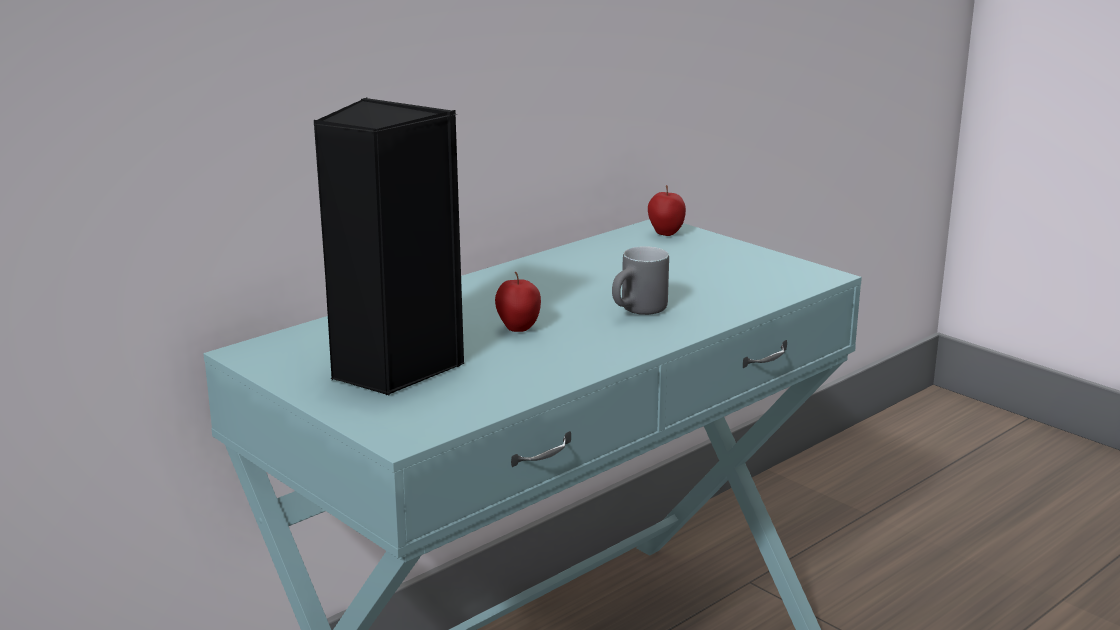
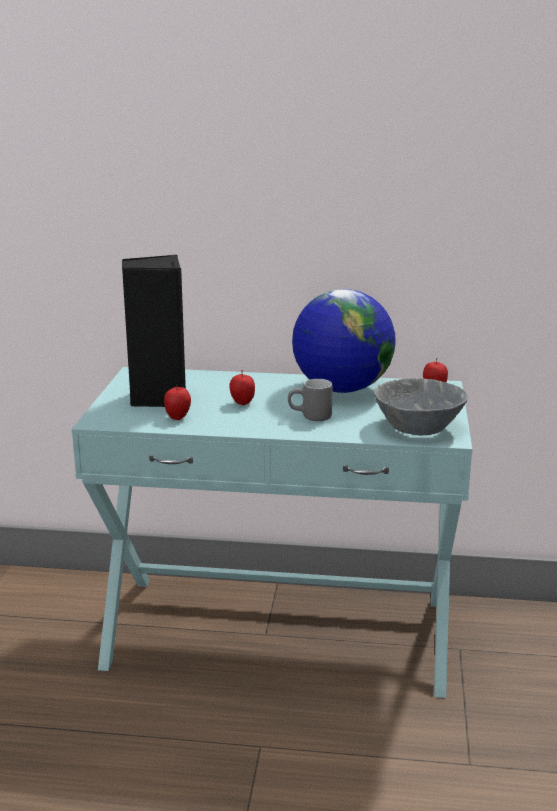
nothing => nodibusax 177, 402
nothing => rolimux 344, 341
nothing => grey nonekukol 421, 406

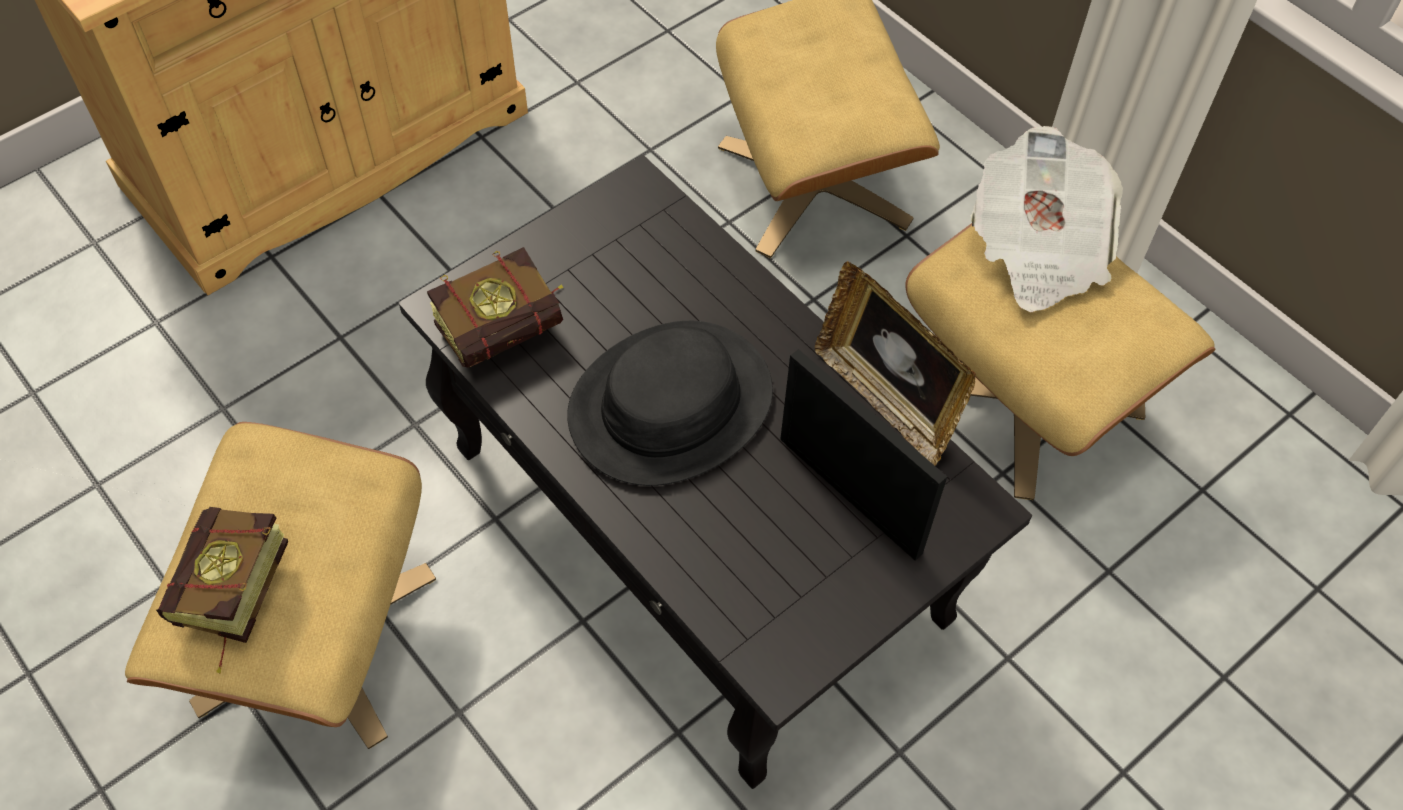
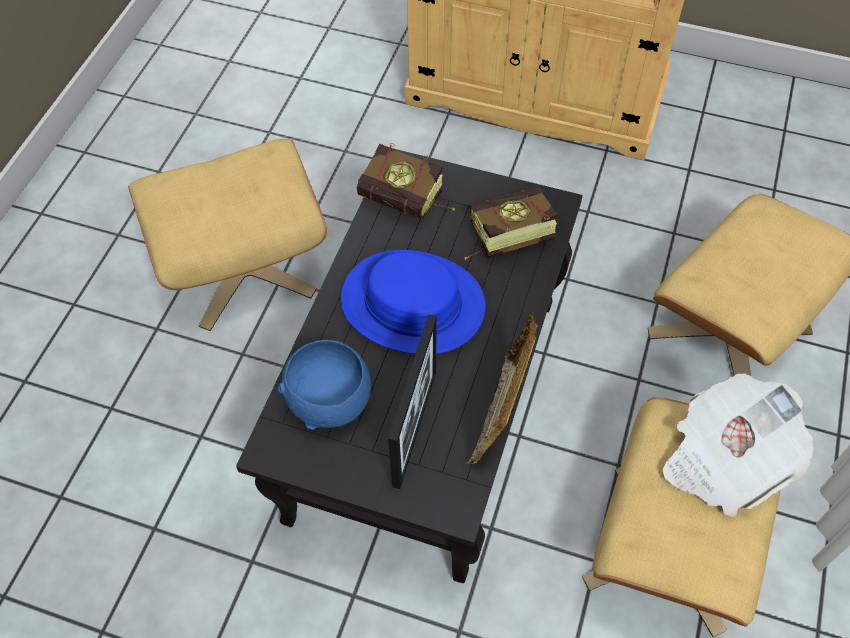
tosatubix 222, 590 => tosatubix 512, 223, shifted
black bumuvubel 670, 403 => blue bumuvubel 413, 302
nothing => blue nonekukol 324, 385

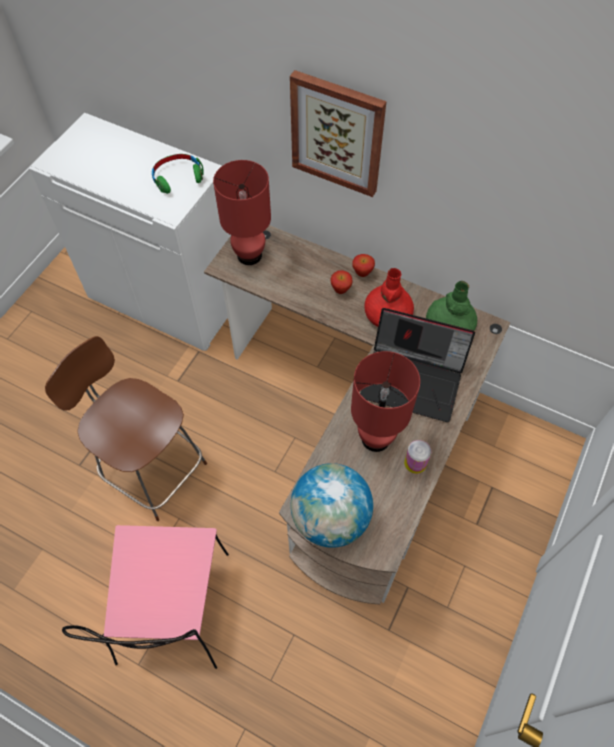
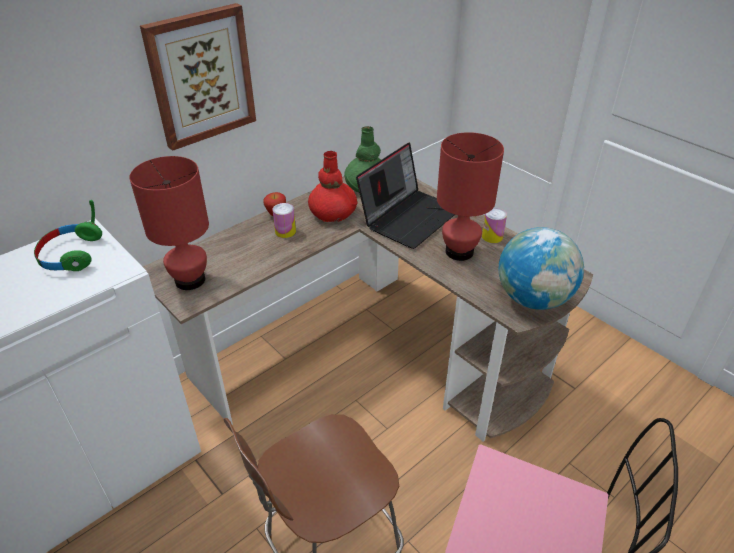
nodibusax 341, 282 => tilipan 284, 220

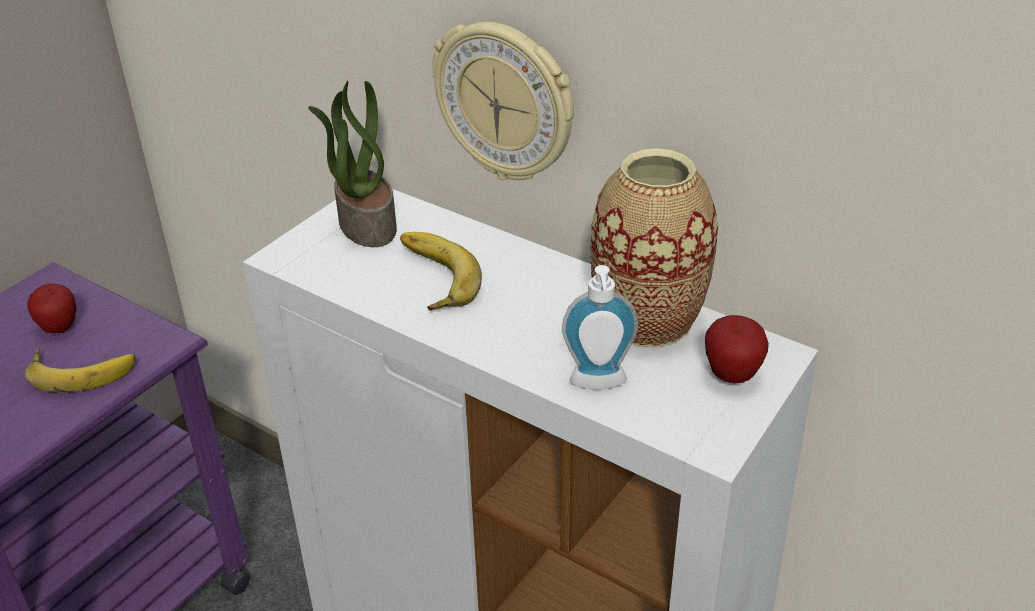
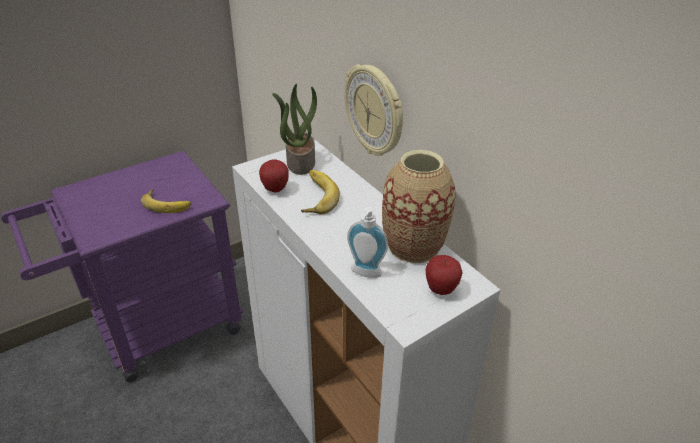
nodibusax 52, 308 => nodibusax 274, 176, shifted

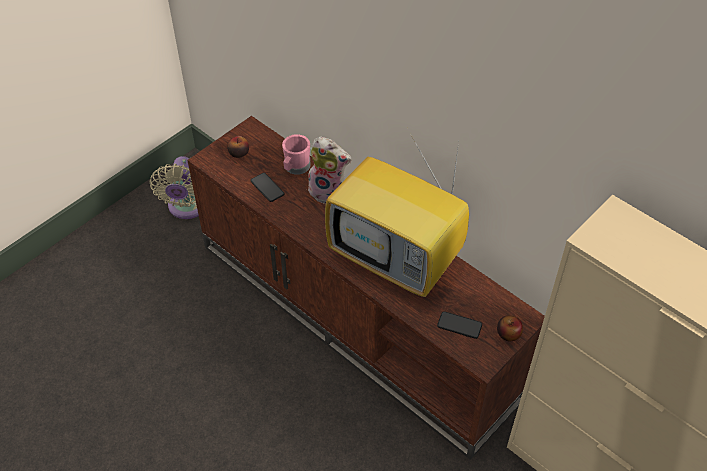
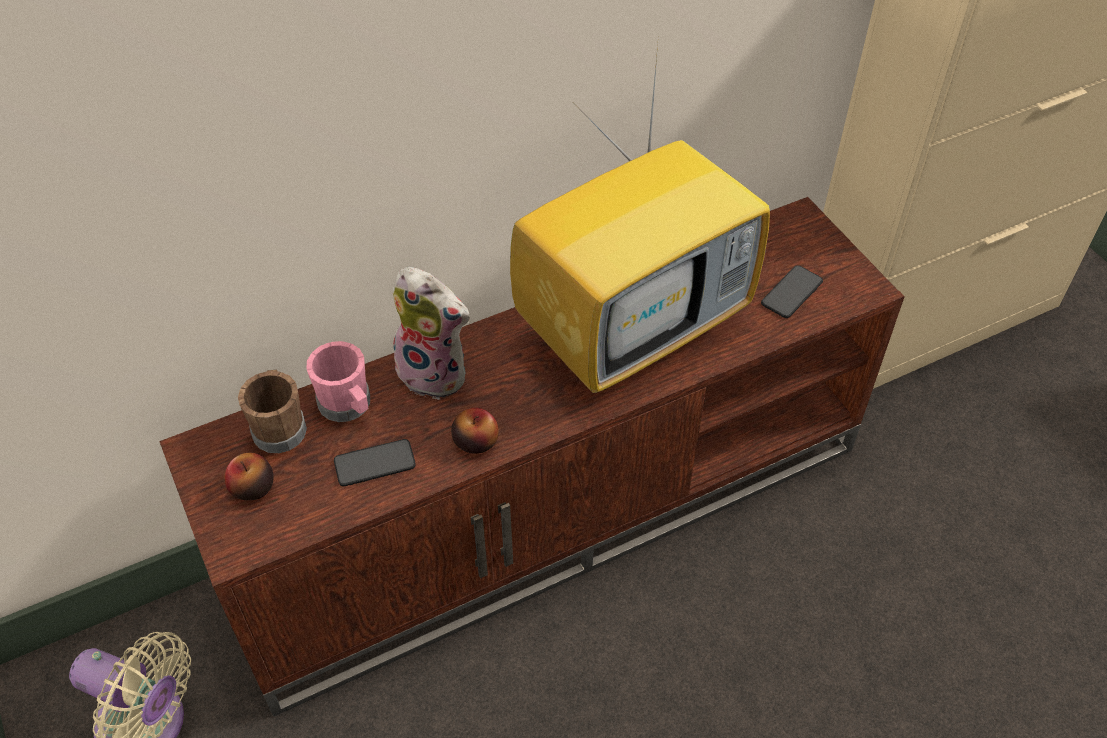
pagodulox 329, 170 => pagodulox 431, 333, 75 degrees clockwise
nodibusax 510, 328 => nodibusax 475, 431, shifted
nothing => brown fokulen 272, 411

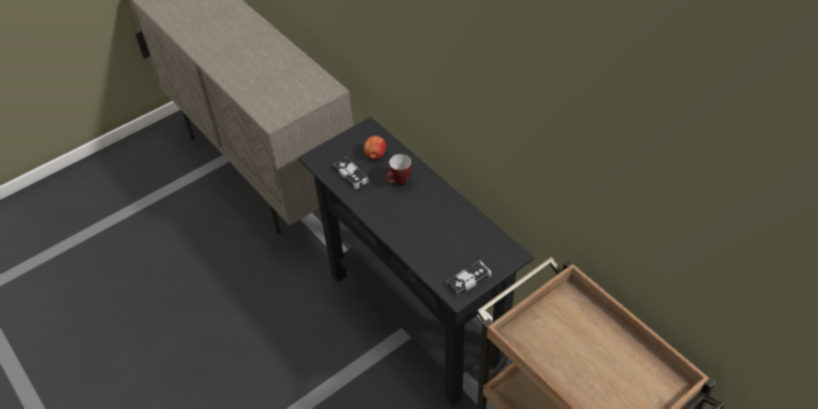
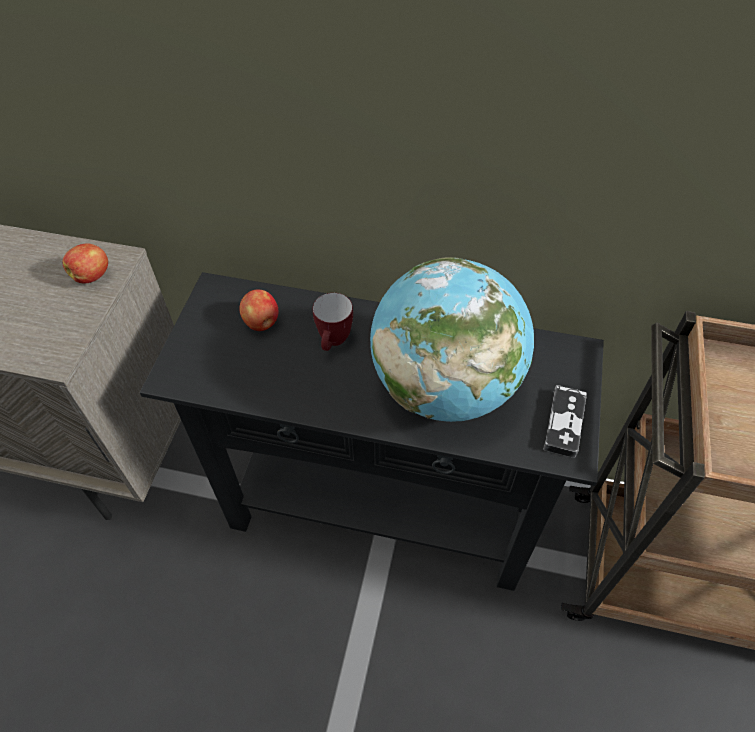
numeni 351, 173 => nothing
nothing => nodibusax 85, 264
nothing => rolimux 452, 339

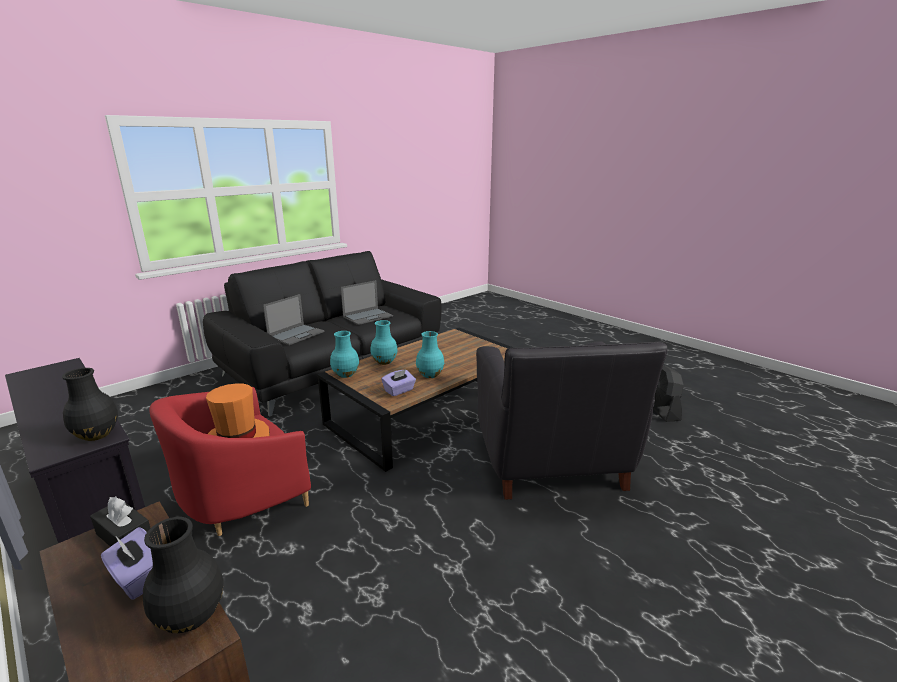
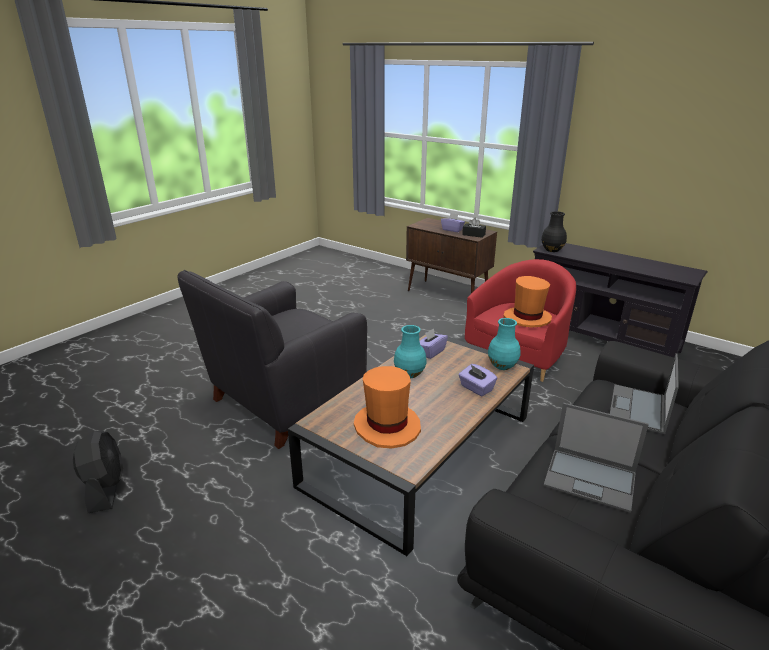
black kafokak 183, 575 => nothing
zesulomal 367, 302 => zesulomal 596, 458, 105 degrees counterclockwise
turquoise kafokak 384, 342 => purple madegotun 478, 380
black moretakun 572, 420 => black moretakun 272, 359, 120 degrees counterclockwise
nothing => orange bumuvubel 387, 407

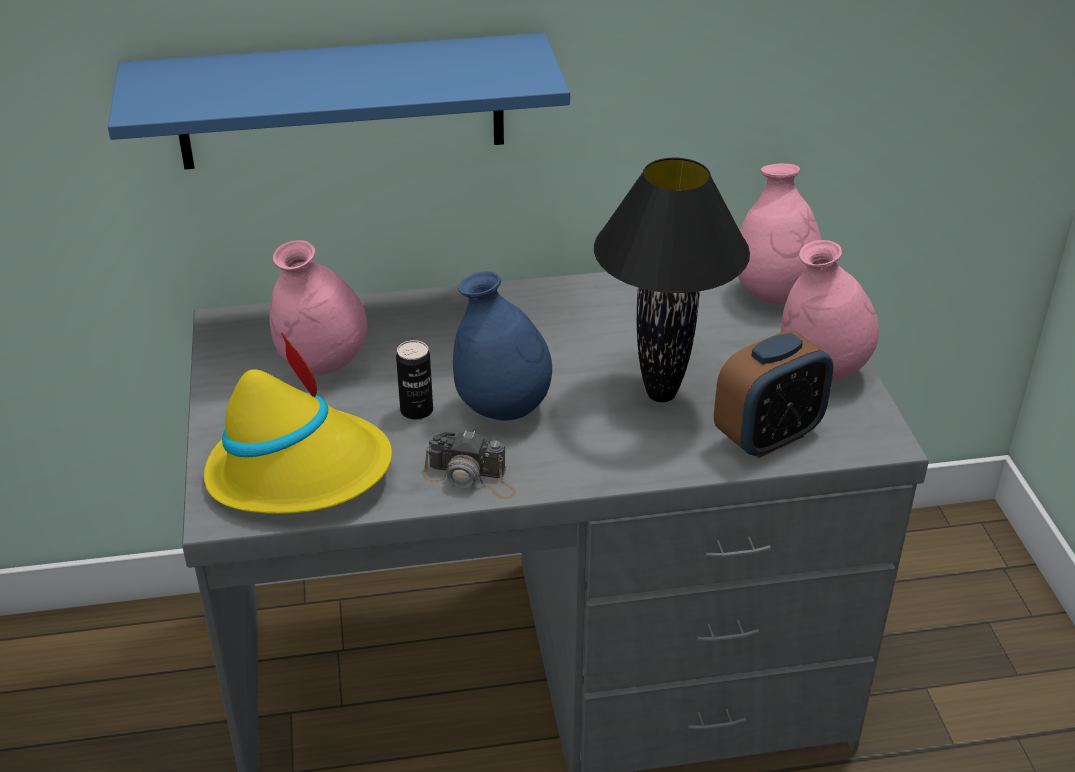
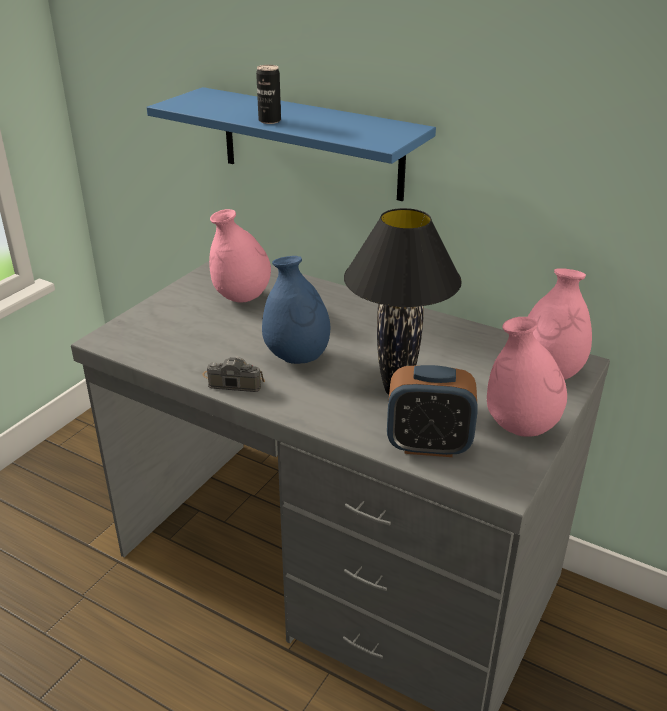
yellow bumuvubel 298, 422 => nothing
tilipan 414, 380 => tilipan 268, 94, shifted
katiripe 469, 464 => katiripe 233, 374, 135 degrees clockwise

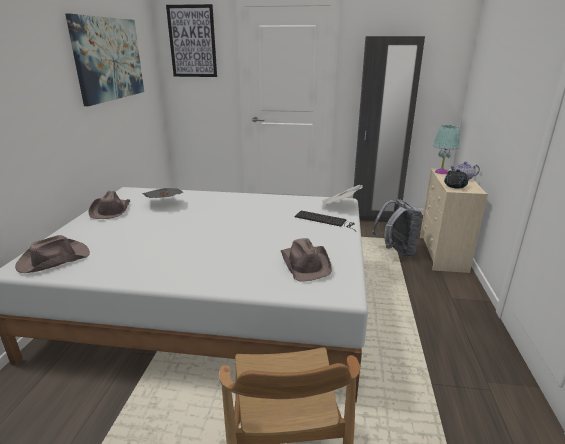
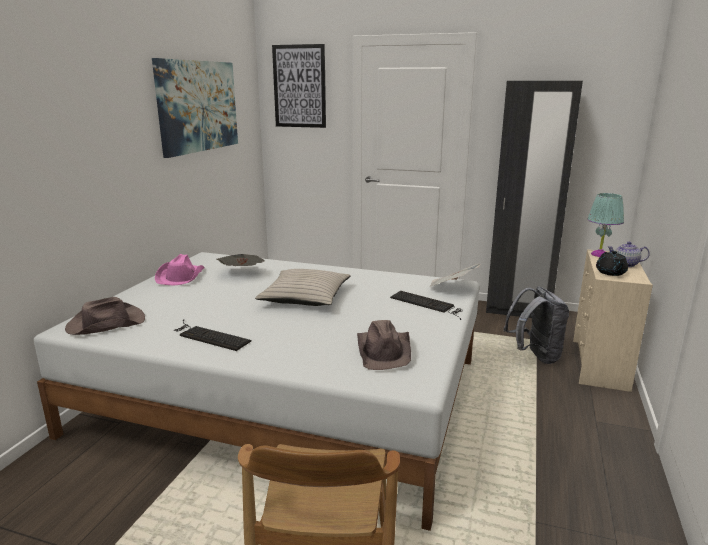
brown bumuvubel 109, 205 => pink bumuvubel 179, 269
nothing => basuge 212, 335
nothing => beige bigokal 303, 287

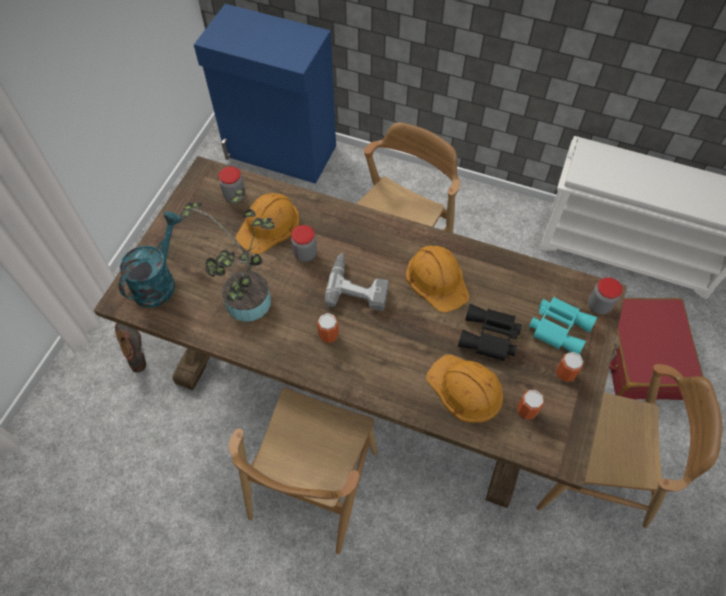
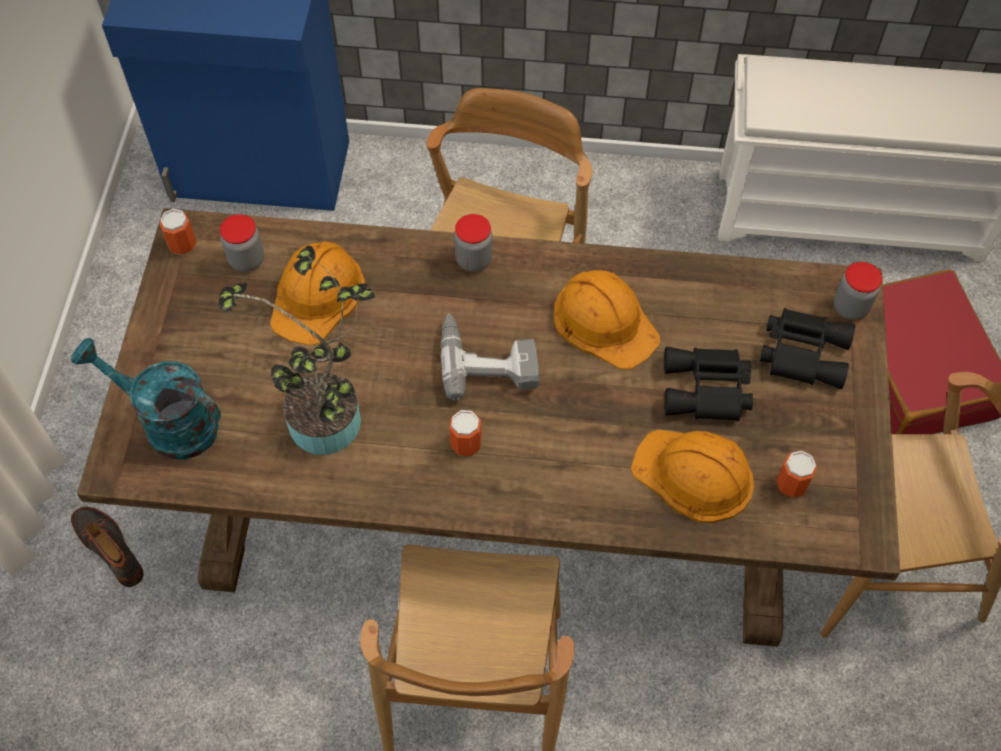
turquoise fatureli 150, 259 => turquoise fatureli 146, 399, 75 degrees counterclockwise
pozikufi 304, 243 => pozikufi 473, 243, shifted
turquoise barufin 563, 325 => black barufin 807, 348
tilipan 570, 367 => tilipan 177, 232, shifted

